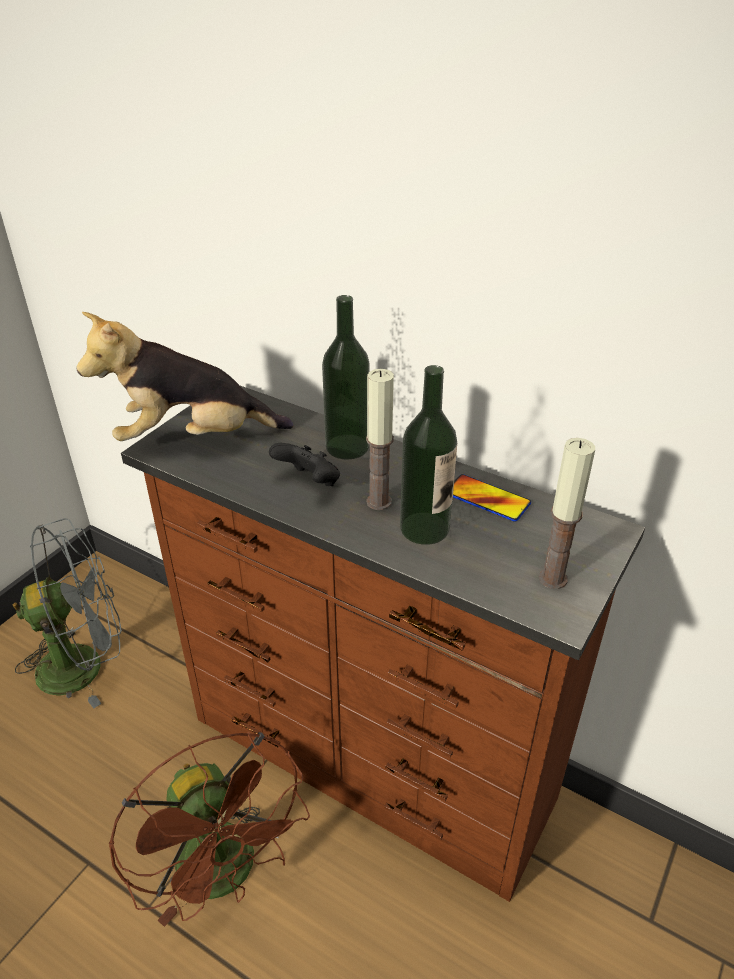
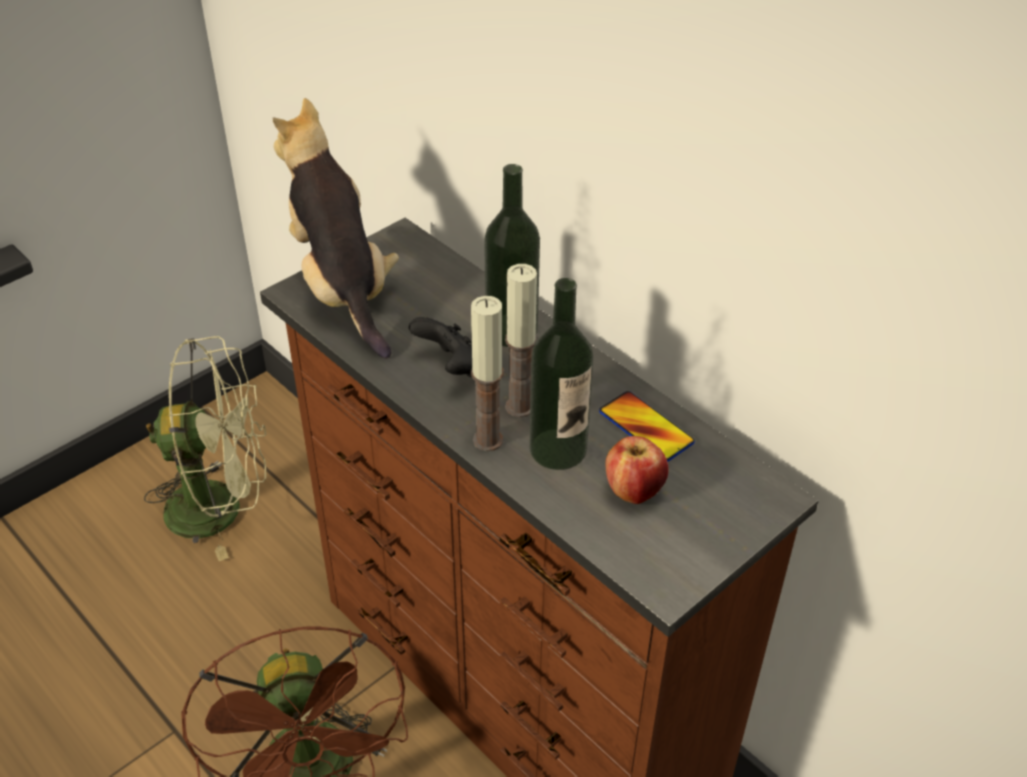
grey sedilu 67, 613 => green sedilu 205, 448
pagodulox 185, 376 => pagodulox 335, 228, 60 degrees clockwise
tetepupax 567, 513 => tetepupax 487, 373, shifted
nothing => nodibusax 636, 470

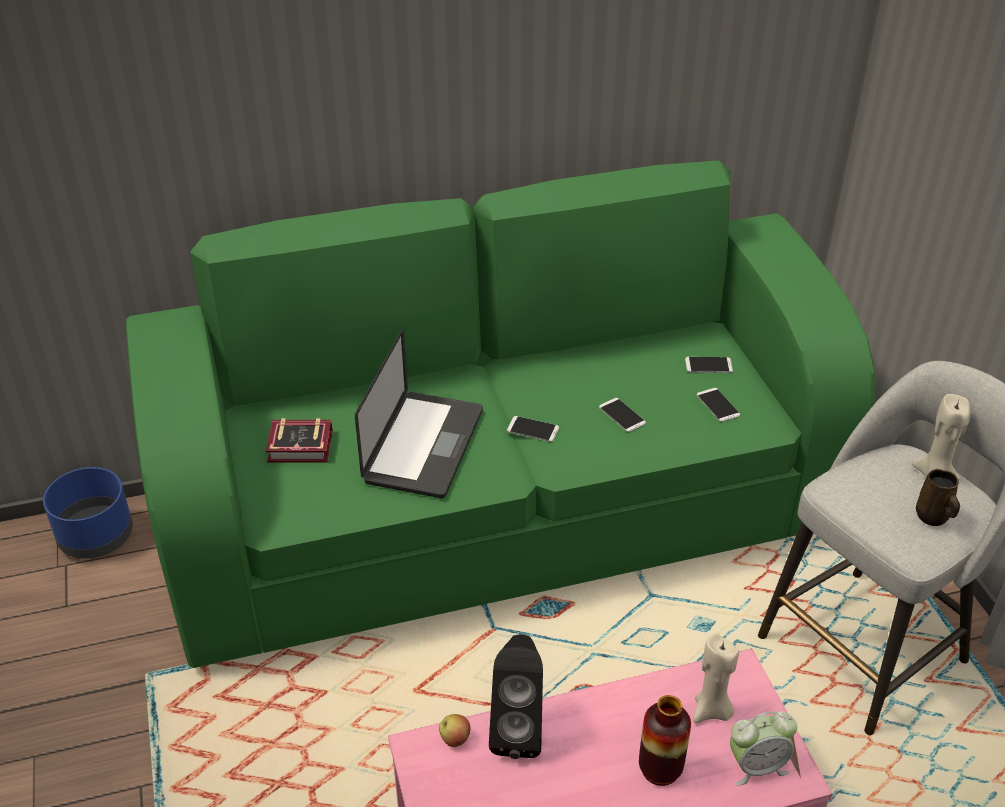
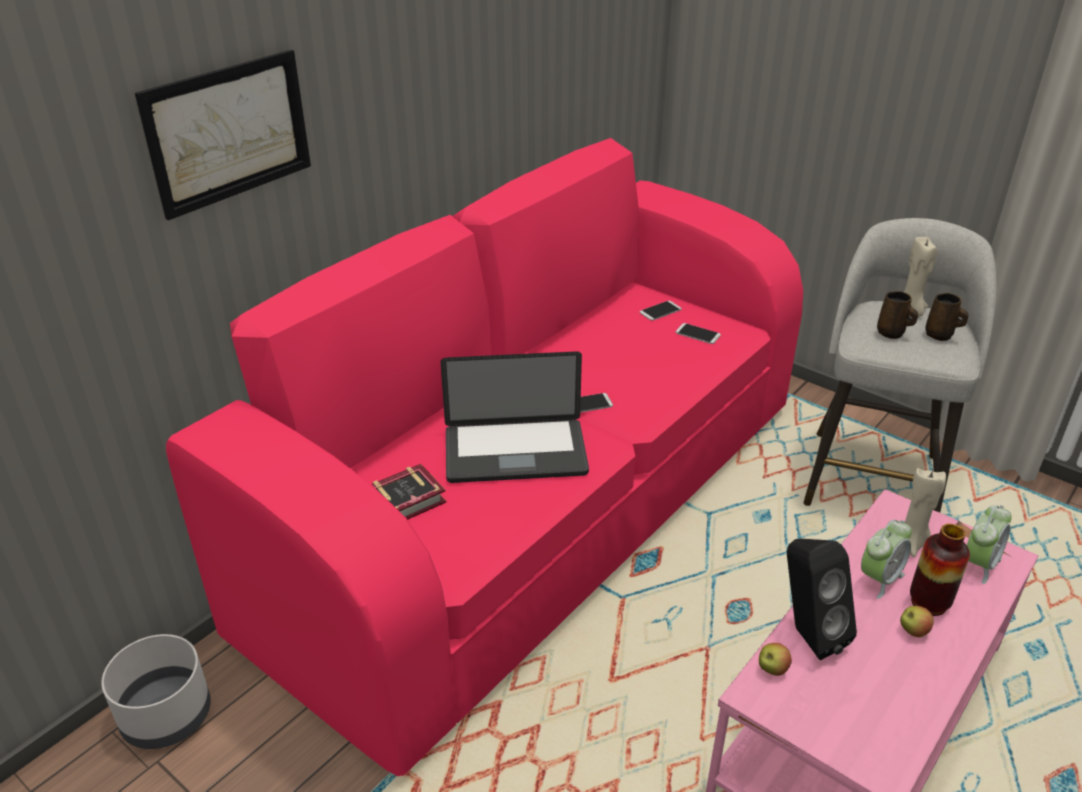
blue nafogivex 88, 513 => grey nafogivex 156, 691
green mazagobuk 500, 414 => pink mazagobuk 484, 457
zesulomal 419, 413 => zesulomal 514, 417, 105 degrees clockwise
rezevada 622, 415 => nothing
nothing => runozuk 223, 135
nothing => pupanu 886, 559
nothing => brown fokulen 897, 315
nothing => nodibusax 917, 621

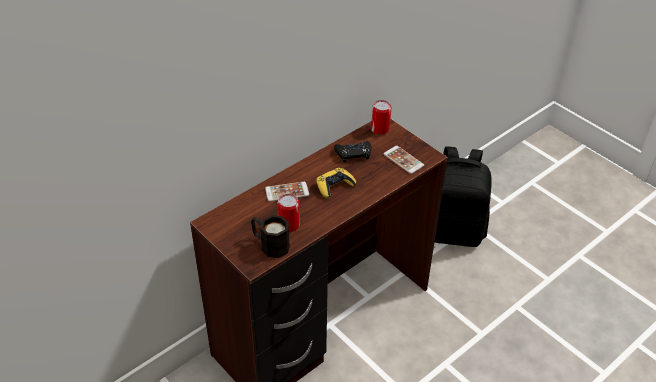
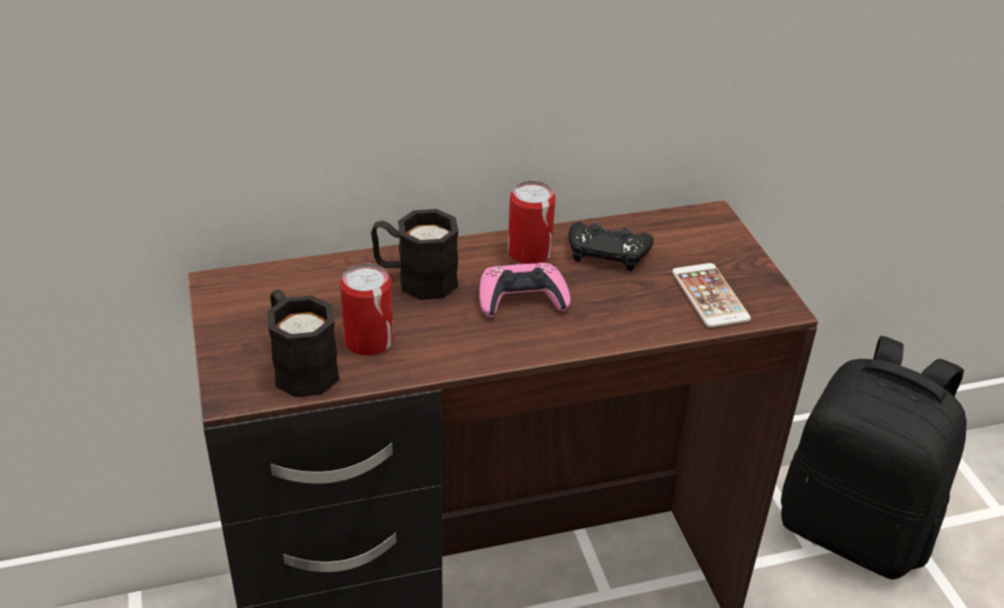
rezevada 287, 192 => black fokulen 415, 254
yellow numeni 336, 183 => pink numeni 525, 290
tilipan 381, 117 => tilipan 532, 222, shifted

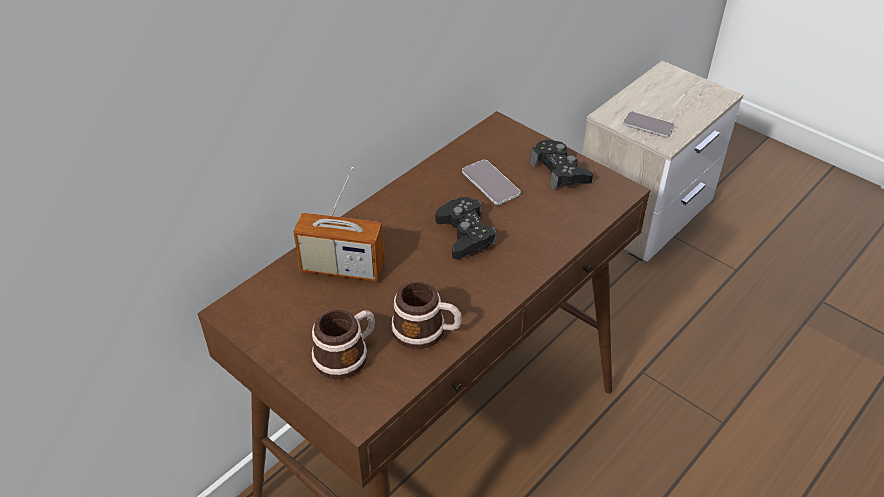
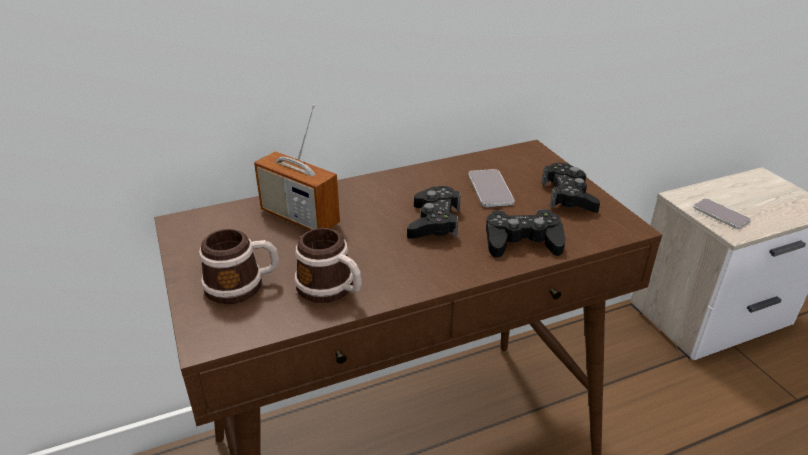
nothing => black numeni 526, 233

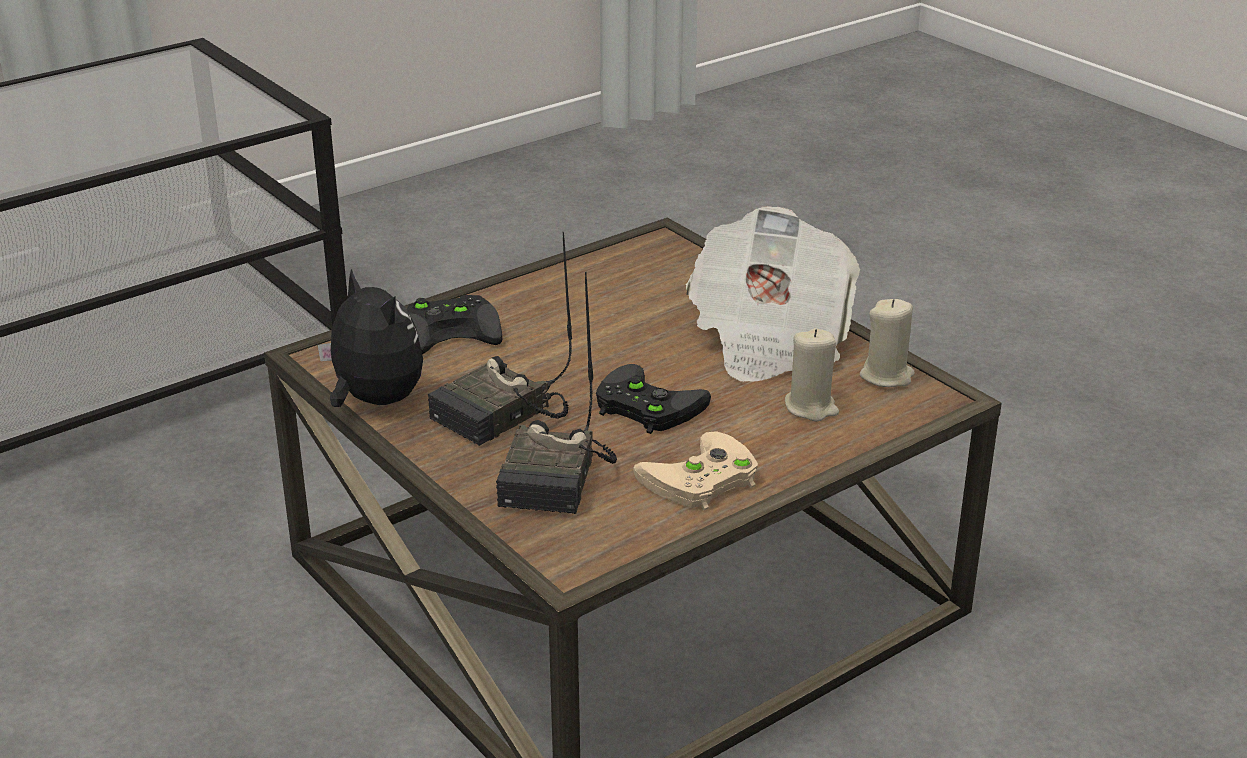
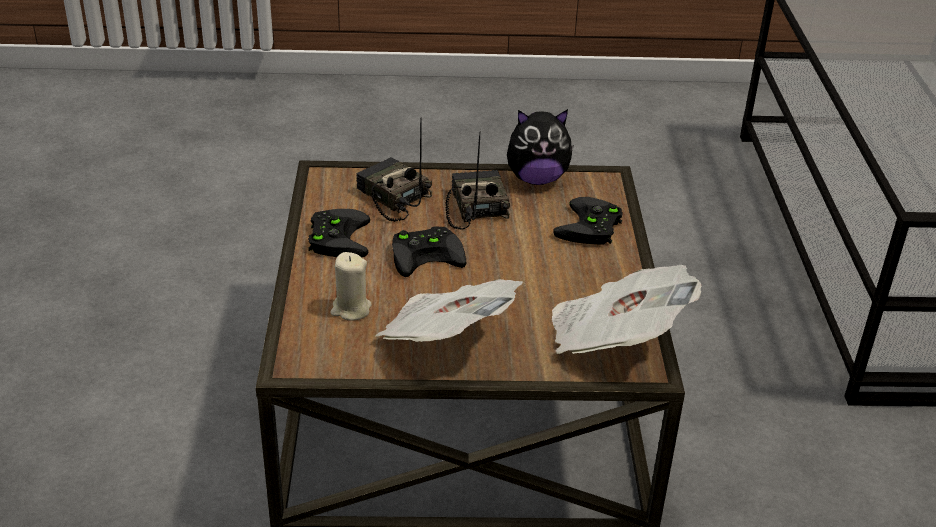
beige numeni 695, 470 => black numeni 339, 233
beige tetepupax 887, 343 => nothing
nothing => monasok 626, 309

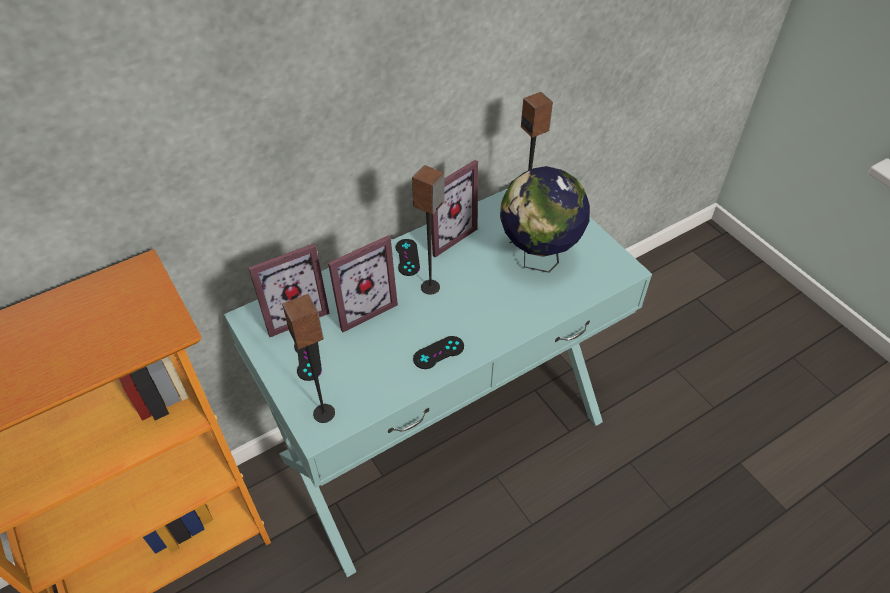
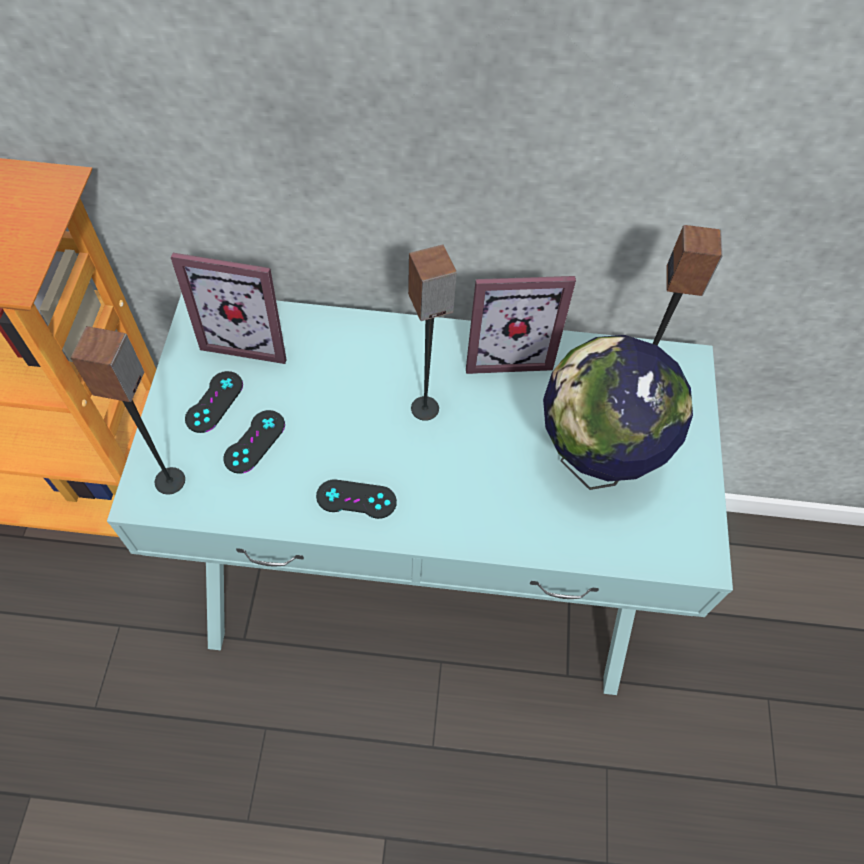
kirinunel 363, 283 => nothing
black numeni 408, 257 => black numeni 254, 442, shifted

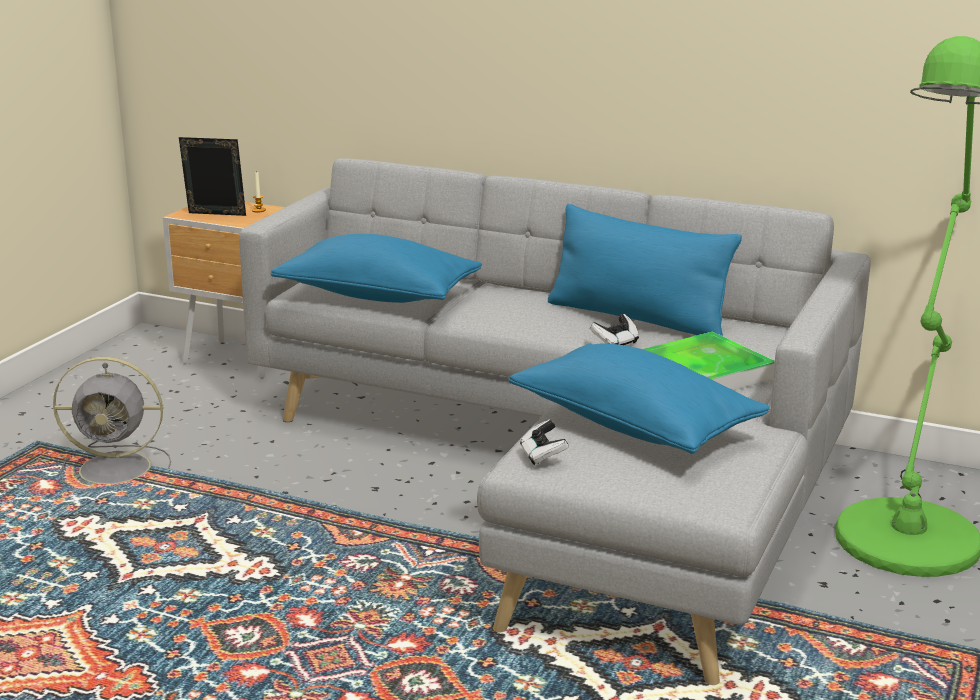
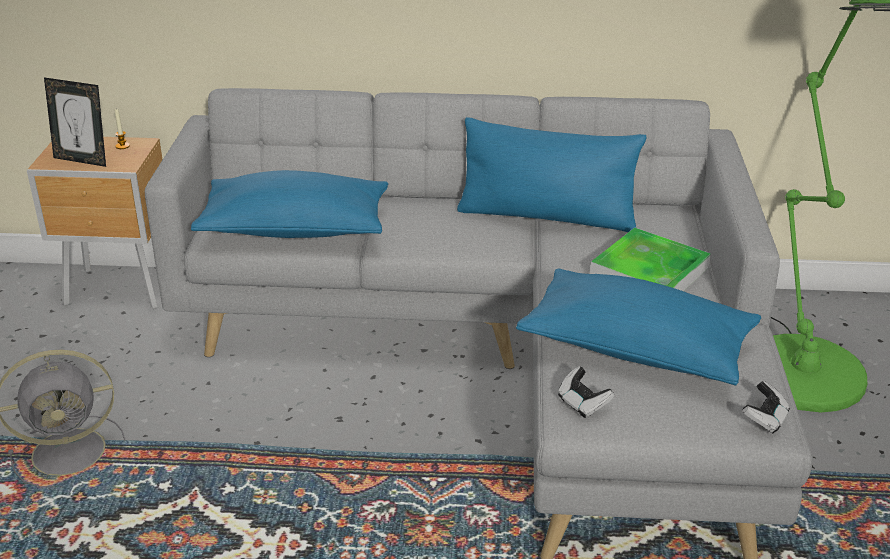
kirinunel 212, 176 => kirinunel 75, 122, 150 degrees counterclockwise
numeni 614, 329 => numeni 766, 407, shifted

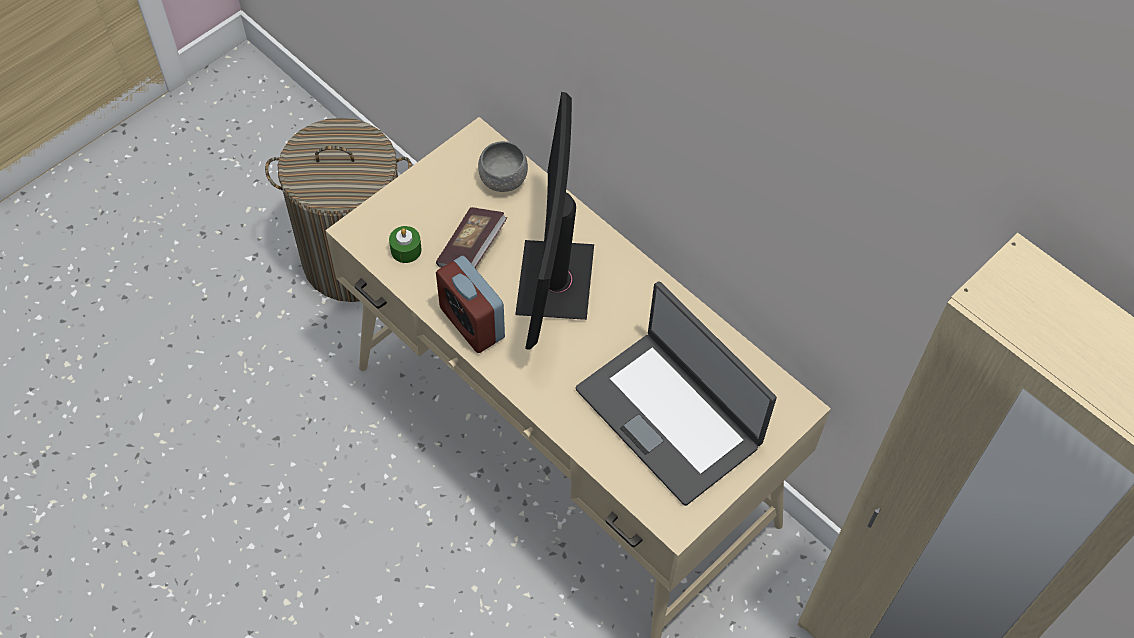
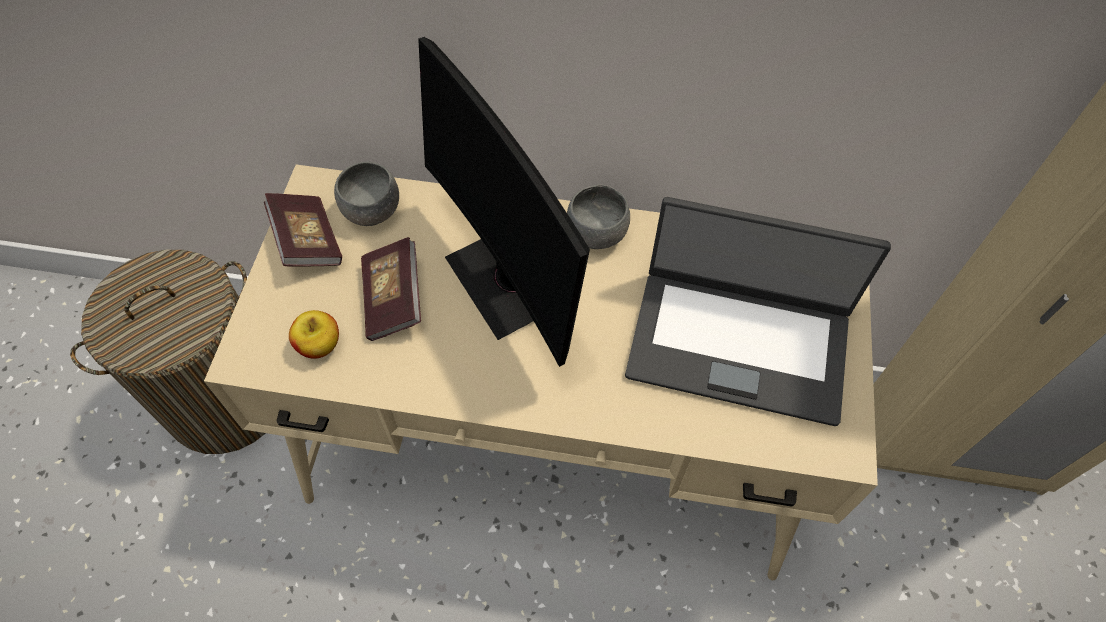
green tetepupax 405, 244 => nodibusax 314, 334
pupanu 470, 304 => nothing
nothing => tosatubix 303, 230
nothing => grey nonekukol 598, 216

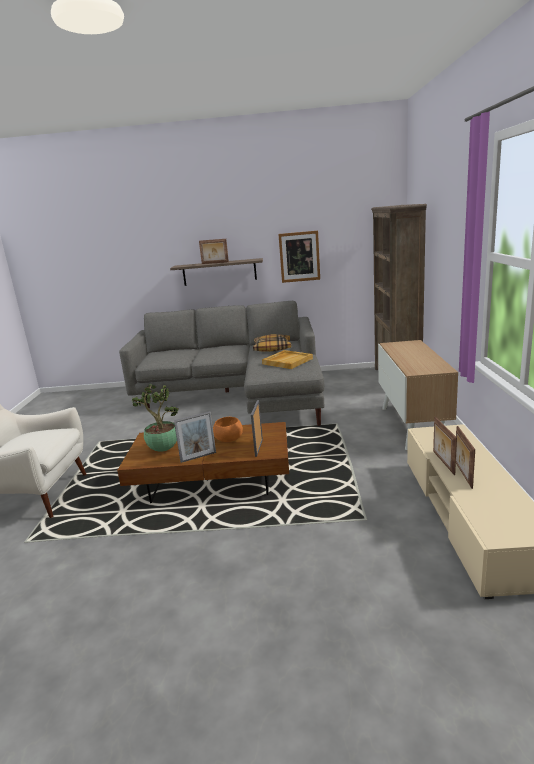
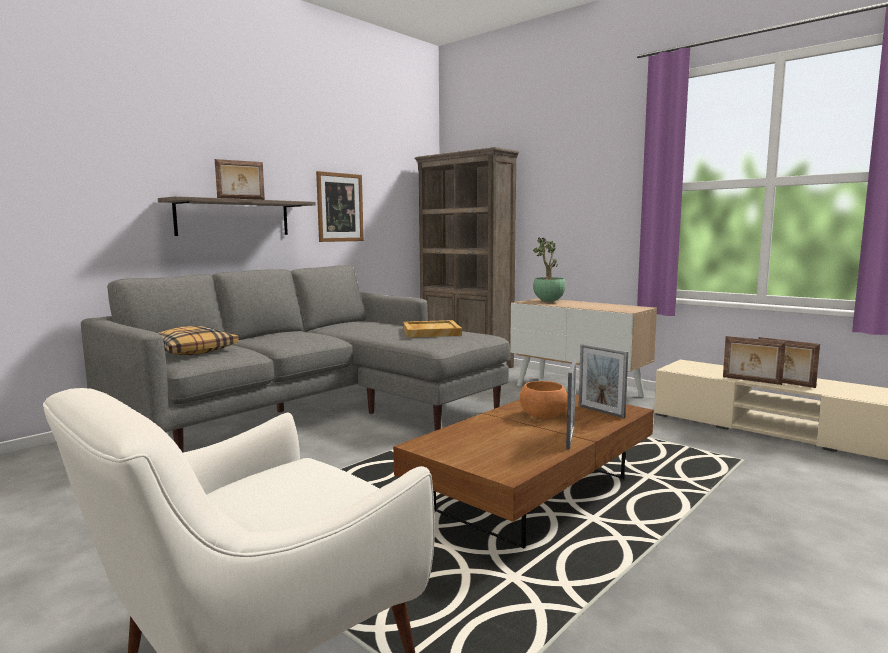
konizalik 155, 418 => konizalik 549, 270, shifted
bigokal 272, 343 => bigokal 198, 340, shifted

